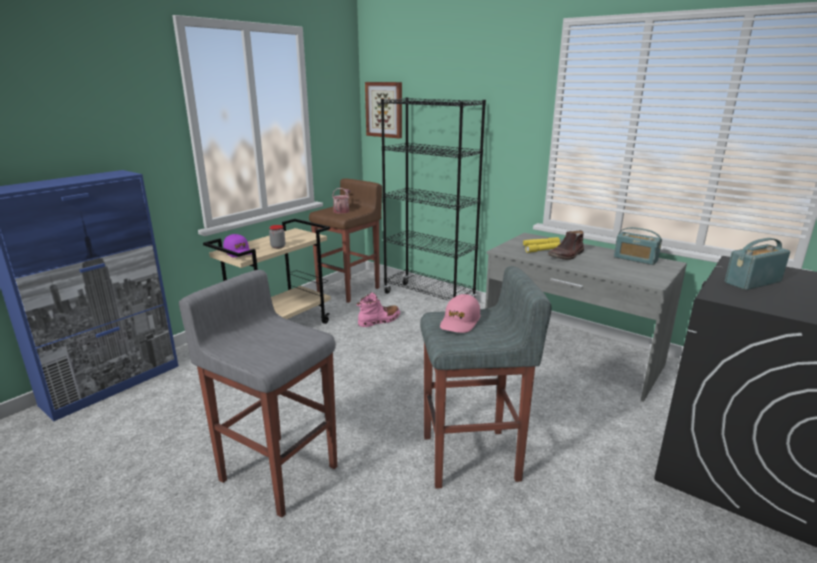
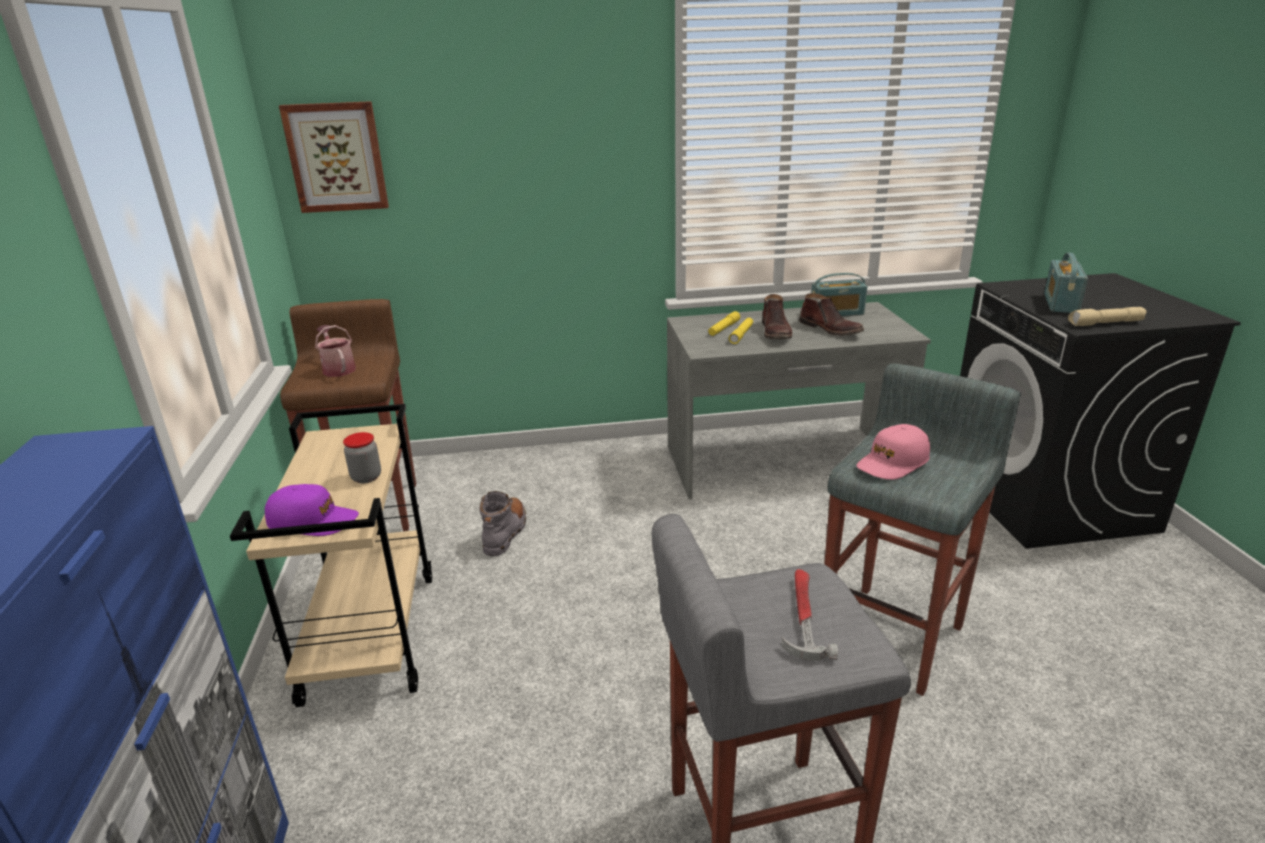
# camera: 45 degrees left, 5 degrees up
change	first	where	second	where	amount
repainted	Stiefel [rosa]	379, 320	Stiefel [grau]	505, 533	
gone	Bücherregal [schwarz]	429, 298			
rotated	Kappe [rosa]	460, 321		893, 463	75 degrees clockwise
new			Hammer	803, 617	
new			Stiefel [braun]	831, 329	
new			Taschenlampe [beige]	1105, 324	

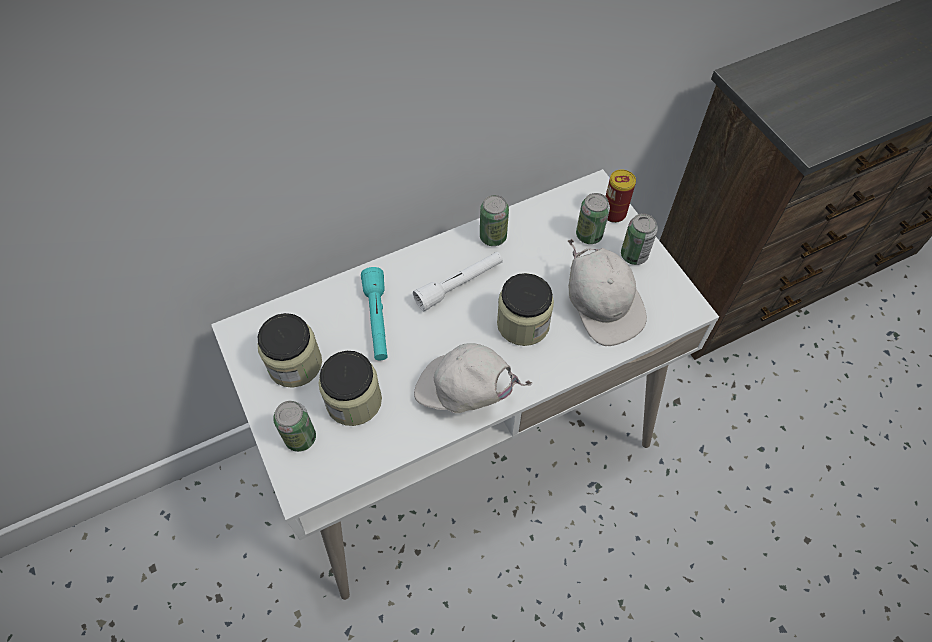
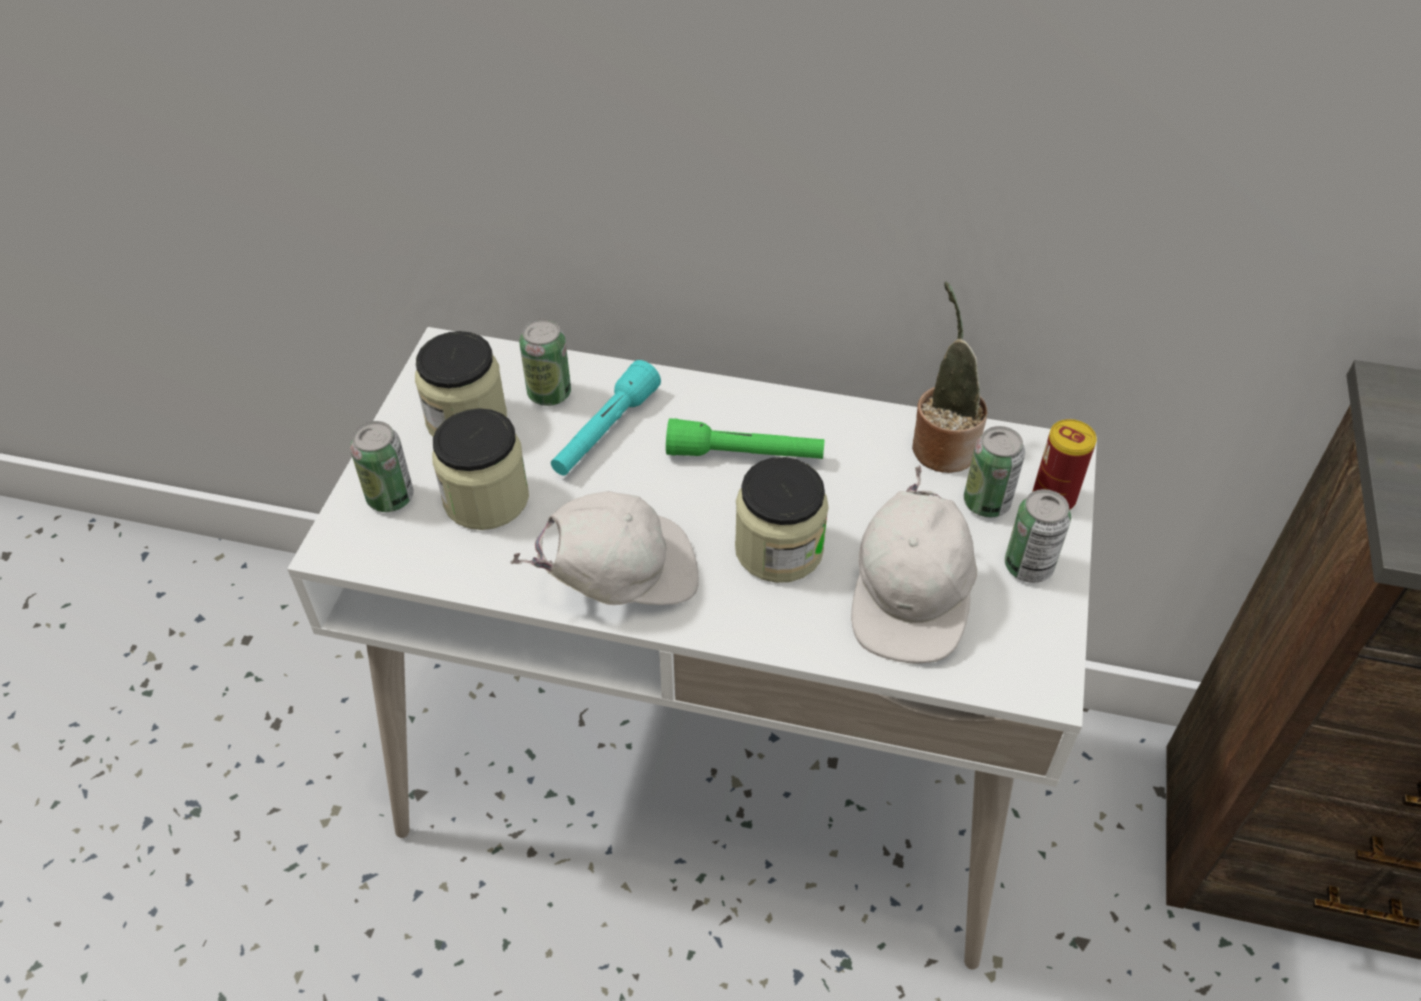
# camera: 40 degrees right, 10 degrees down
change	first	where	second	where	amount
repainted	Taschenlampe [weiß]	459, 285	Taschenlampe [grün]	745, 455	
rotated	Kappe [weiß]	464, 393		619, 577	105 degrees clockwise
shifted	Dose	493, 237		549, 394	
new			Topfpflanze	942, 445	

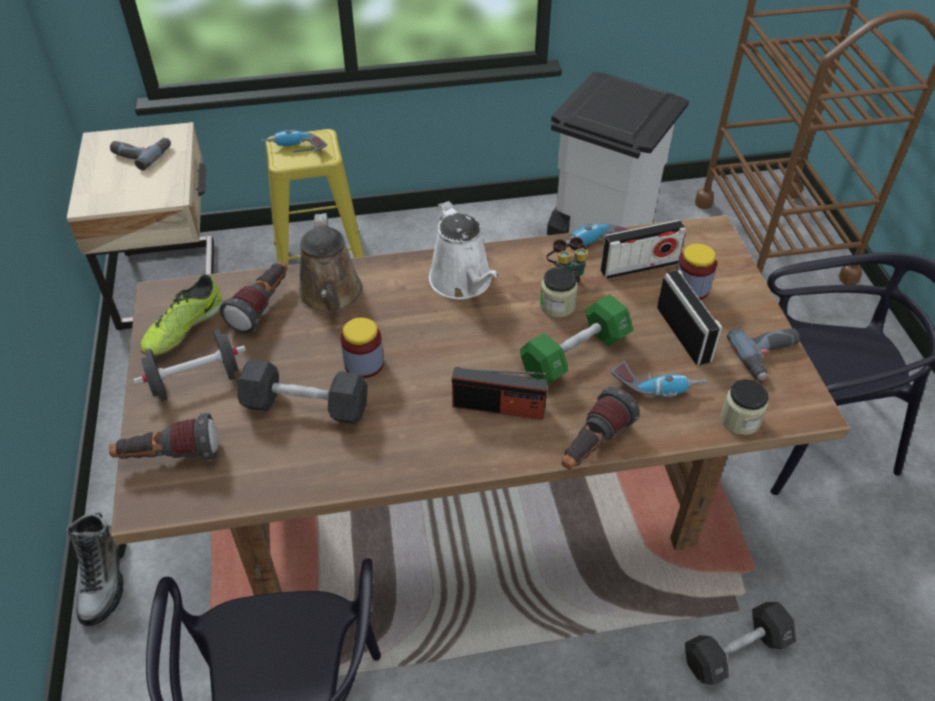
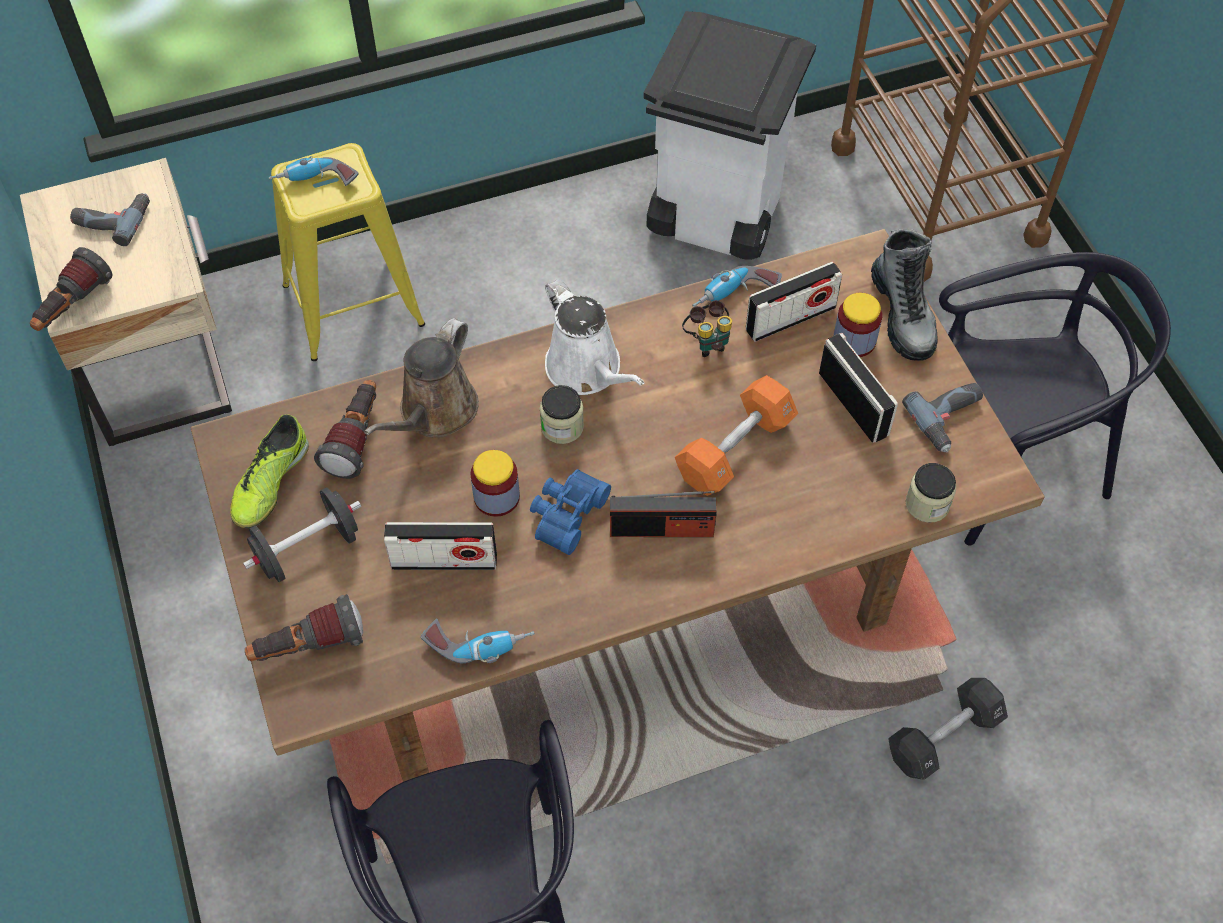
# camera: 10 degrees left, 10 degrees up
change	first	where	second	where	amount
shifted	Stiefel	105, 580		902, 314	
swapped	Hantel [schwarz]	306, 406	Radio	444, 561	
rotated	Gießkanne [braun]	331, 296		434, 412	45 degrees clockwise
repainted	Hantel [grün]	575, 354	Hantel [orange]	735, 449	
shifted	Vorratsglas	557, 305		562, 427	
shifted	Taschenlampe	592, 446		72, 307	
shifted	Bohrmaschine	656, 385		479, 643	
new			Fernglas [blau]	565, 514	

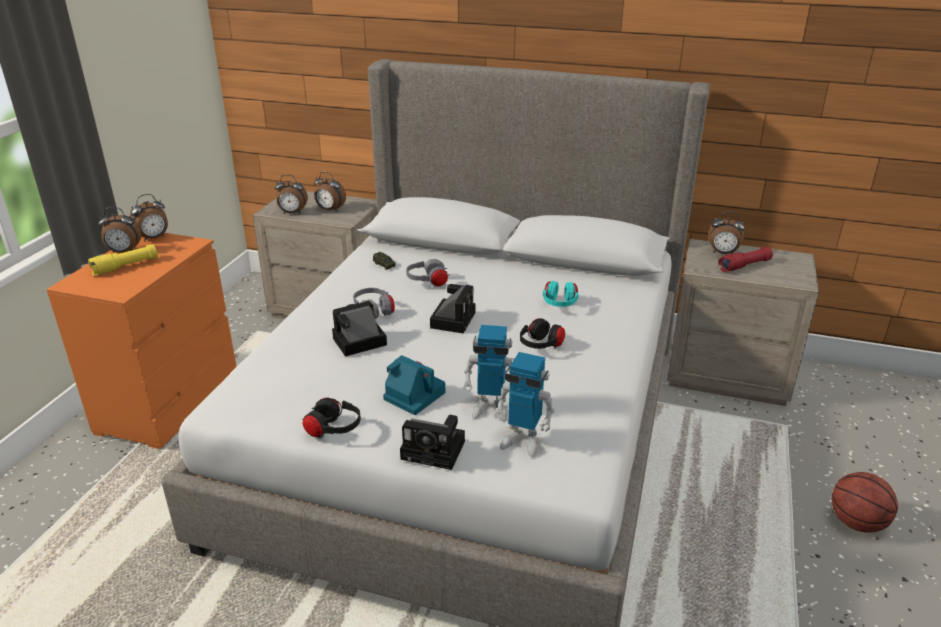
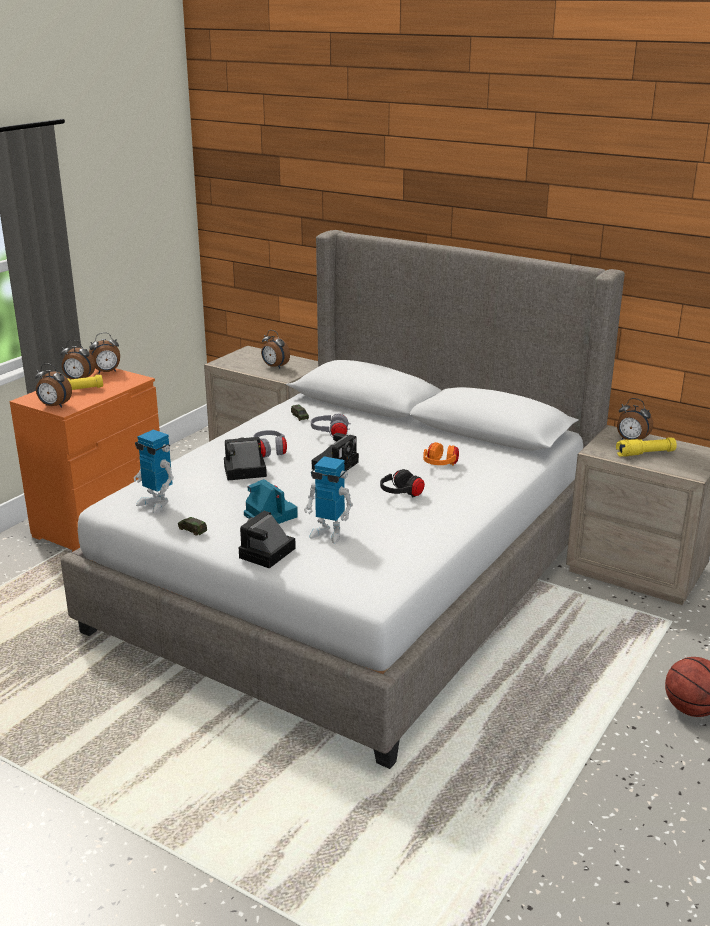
# camera: 15 degrees right, 5 degrees down
change	first	where	second	where	amount
shifted	Wecker	292, 213		54, 406	
swapped	Kopfhörer [schwarz]	333, 430	Spielzeugauto	192, 530	
rotated	Kamera	436, 450		266, 554	90 degrees clockwise
shifted	Spielzeugroboter	522, 441		156, 503	
repainted	Kopfhörer [türkis]	559, 305	Kopfhörer [orange]	440, 466	
repainted	Taschenlampe [rot]	744, 266	Taschenlampe [gelb]	645, 453	

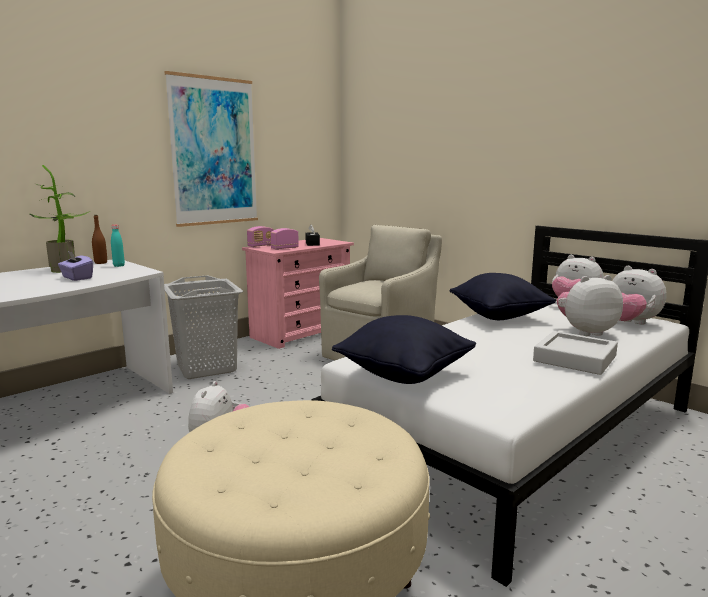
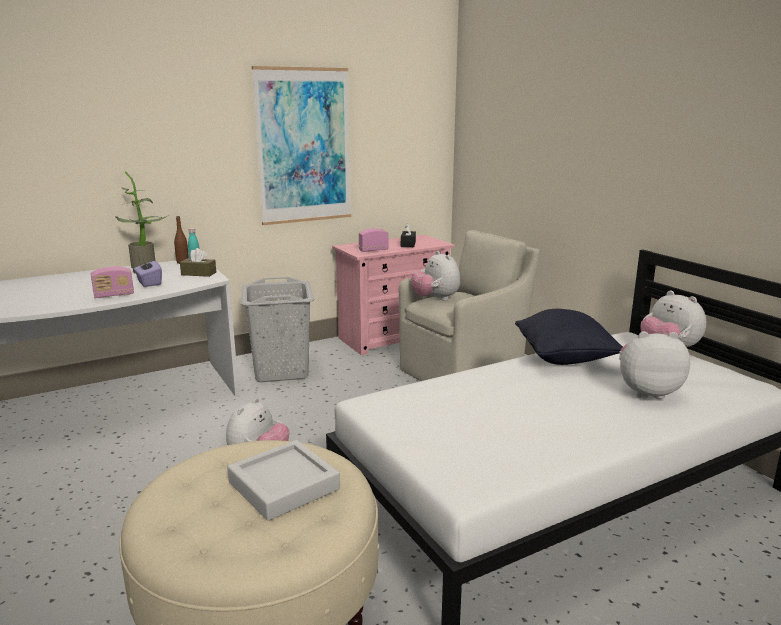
# camera: 15 degrees right, 5 degrees up
change	first	where	second	where	amount
shifted	Radio	261, 246		114, 295	
gone	Kissen [schwarz]	404, 375			
shifted	Tablett [grau]	574, 358		284, 486	
shifted	Plüschtier	630, 323		435, 299	
new			Taschentuchbox [braun]	198, 273	

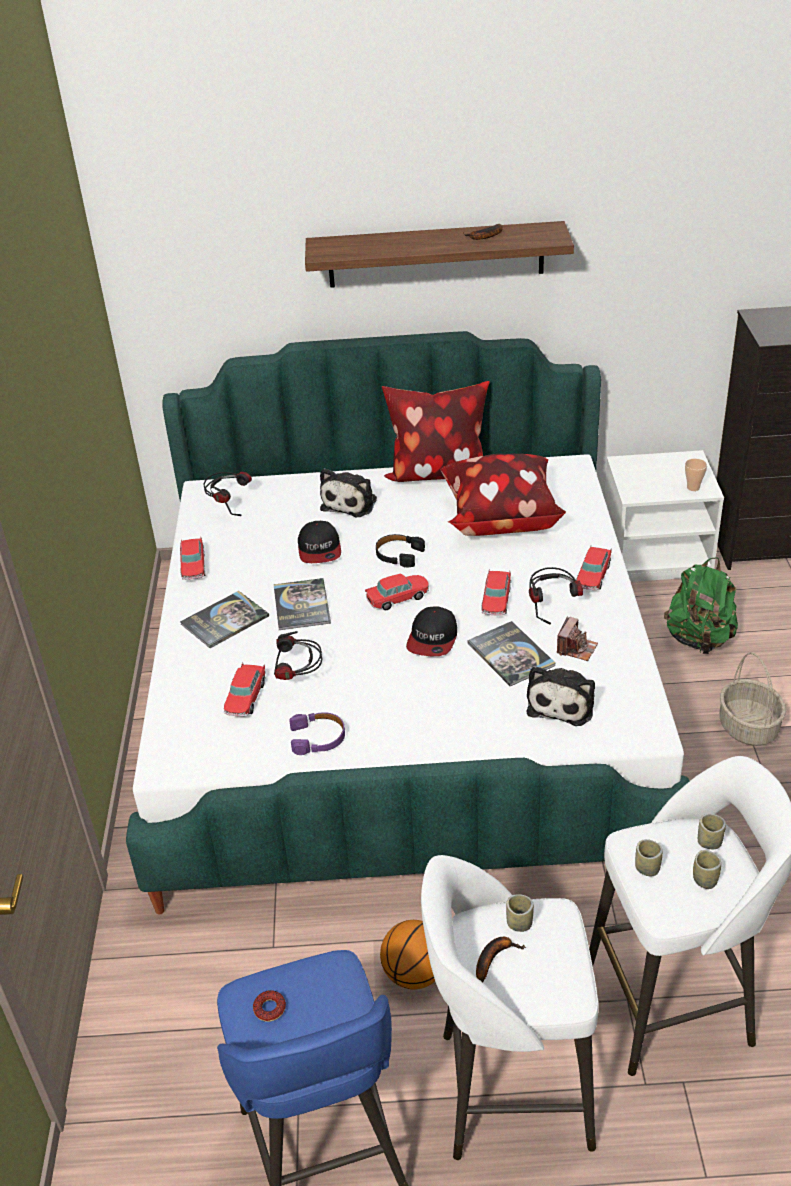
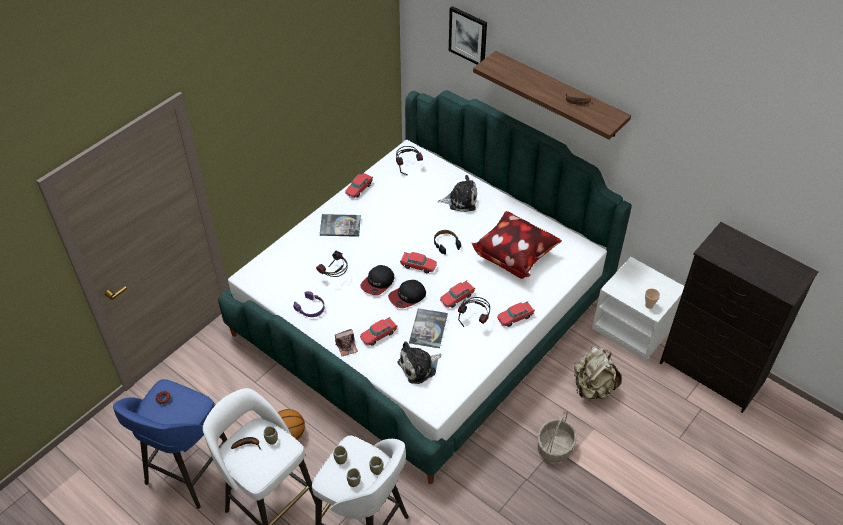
# camera: 40 degrees right, 10 degrees up
change	first	where	second	where	amount
shifted	Spielzeugauto	246, 698		378, 335	
gone	Buch	301, 605			
shifted	Kappe	320, 549		378, 283	
rotated	Plüschtier	351, 502		460, 200	150 degrees counterclockwise
gone	Kissen	437, 473			
shifted	Kamera	576, 648		347, 347	
repainted	Rucksack [grün]	699, 639	Rucksack [beige]	592, 388	
new			Bild	468, 36	

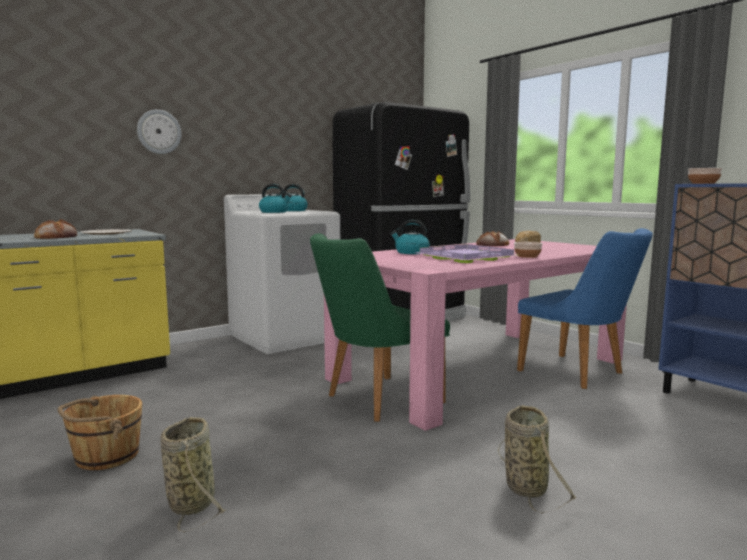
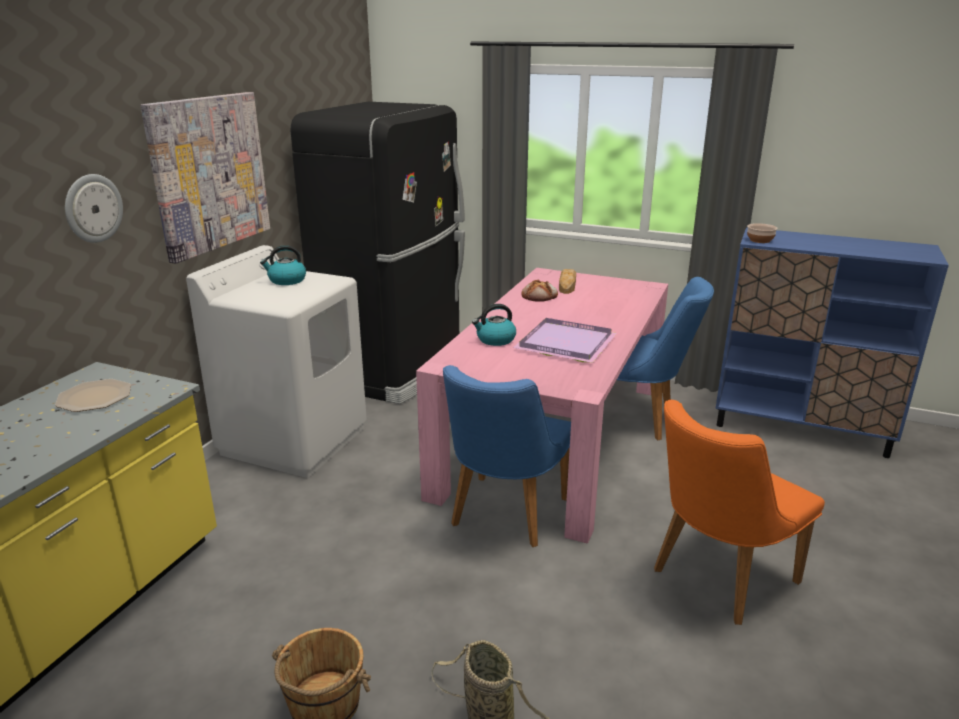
# camera: 30 degrees left, 15 degrees up
change	first	where	second	where	amount
gone	Brot	56, 237			
gone	Wasserkessel	274, 212			
repainted	Stuhl [grün]	375, 400	Stuhl [blau]	503, 517	
swapped	Korb	524, 485	Stuhl [orange]	715, 579	
gone	Schüssel	527, 256			
new			Bild	209, 173	

